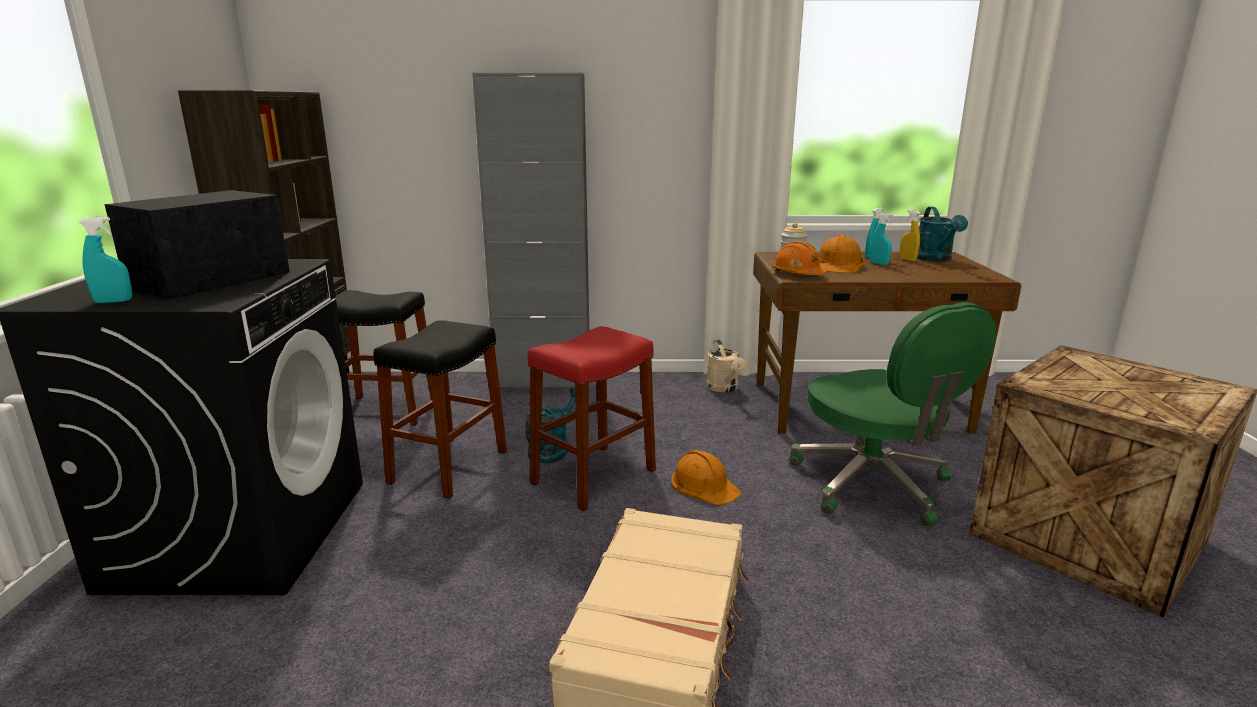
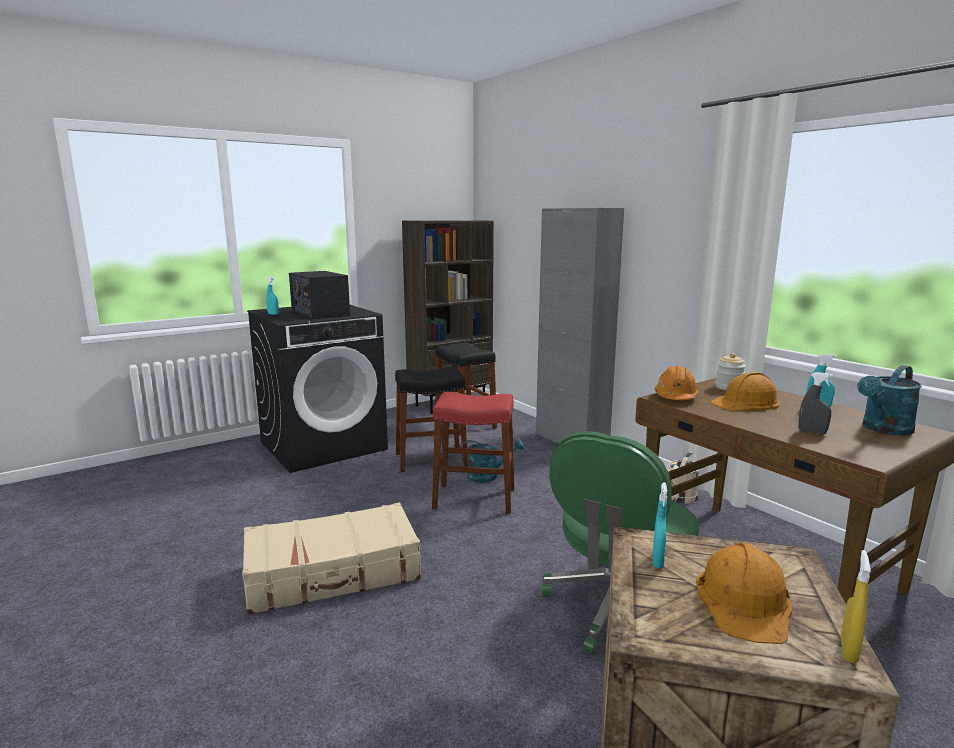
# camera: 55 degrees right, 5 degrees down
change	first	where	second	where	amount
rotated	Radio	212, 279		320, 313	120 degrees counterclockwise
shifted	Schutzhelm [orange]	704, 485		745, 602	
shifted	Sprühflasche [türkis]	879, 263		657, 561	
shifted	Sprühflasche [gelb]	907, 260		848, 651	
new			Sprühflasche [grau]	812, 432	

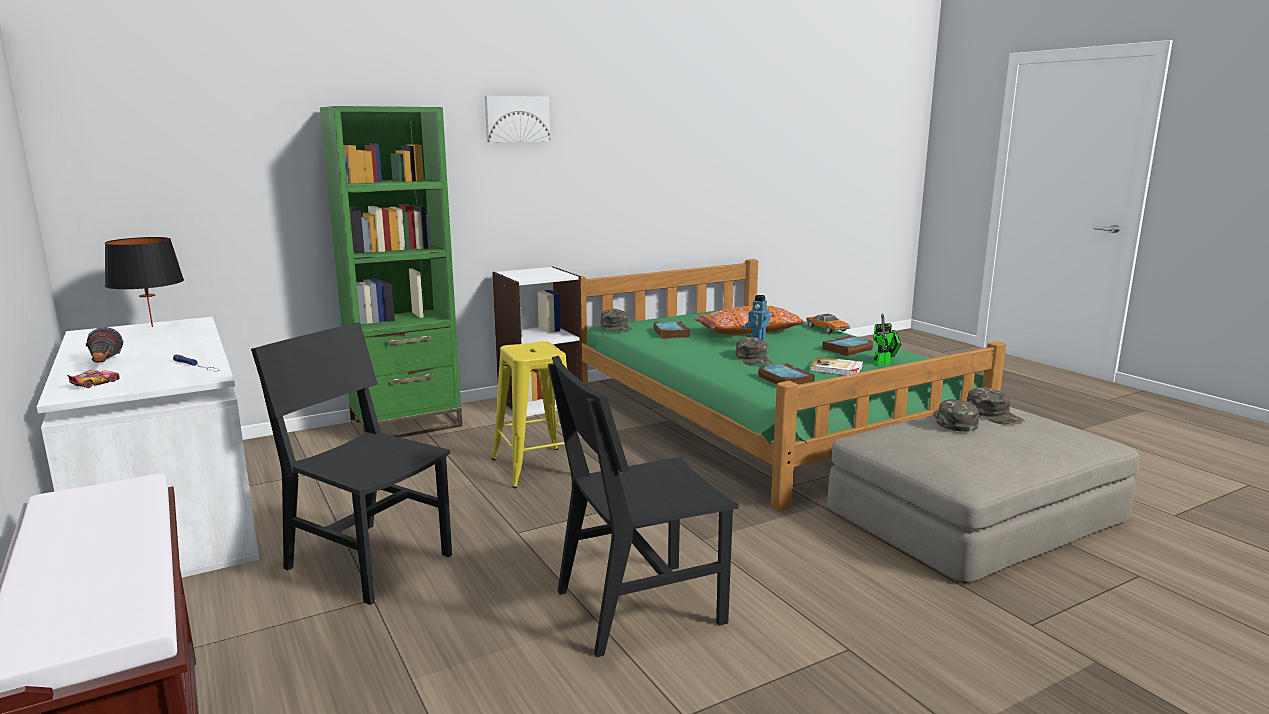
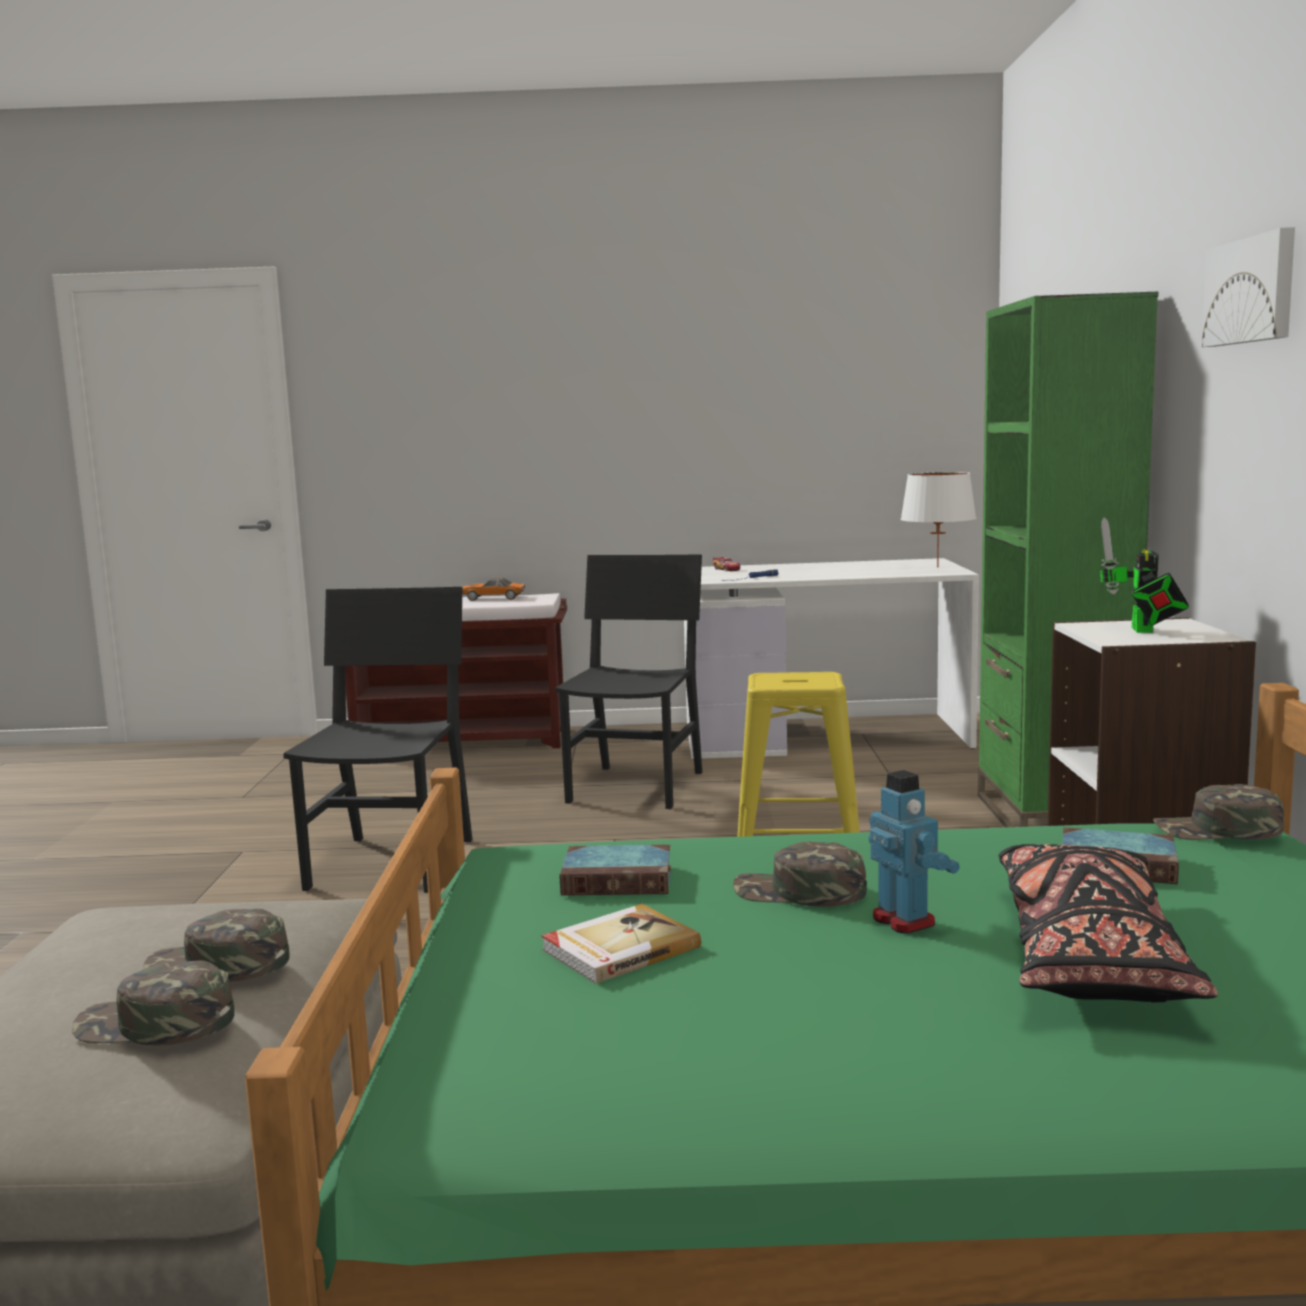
# camera: 120 degrees right, 5 degrees down
change	first	where	second	where	amount
gone	Taschenlampe	104, 365			
repainted	Tischlampe [schwarz]	152, 326	Tischlampe [weiß]	938, 567	
rotated	Stuhl [schwarz]	369, 561		636, 787	45 degrees counterclockwise
repainted	Kissen [orange]	748, 332	Kissen [schwarz]	1089, 953	
shifted	Spielzeugauto	827, 329		493, 598	
gone	Buch	847, 349			
shifted	Spielzeugroboter	884, 363		1143, 630	
rotated	Kappe [grün]	953, 421		217, 965	150 degrees clockwise

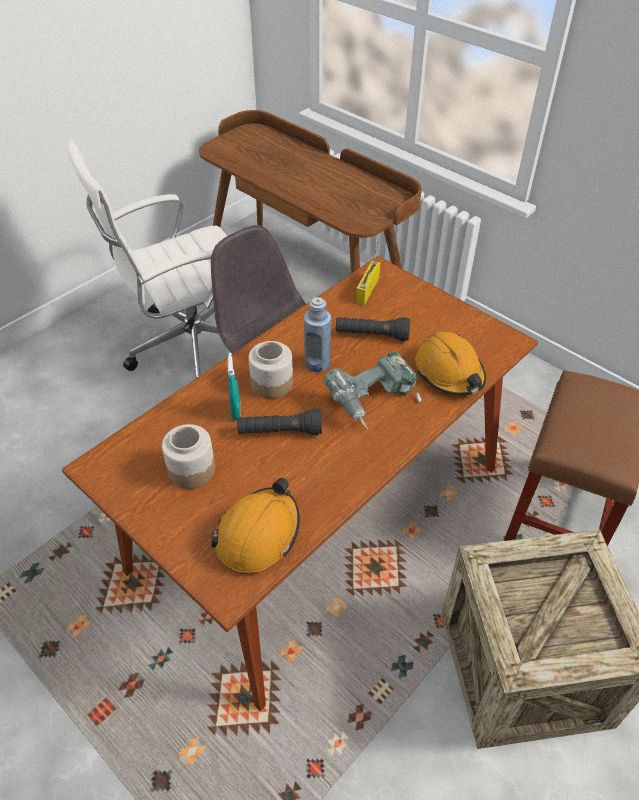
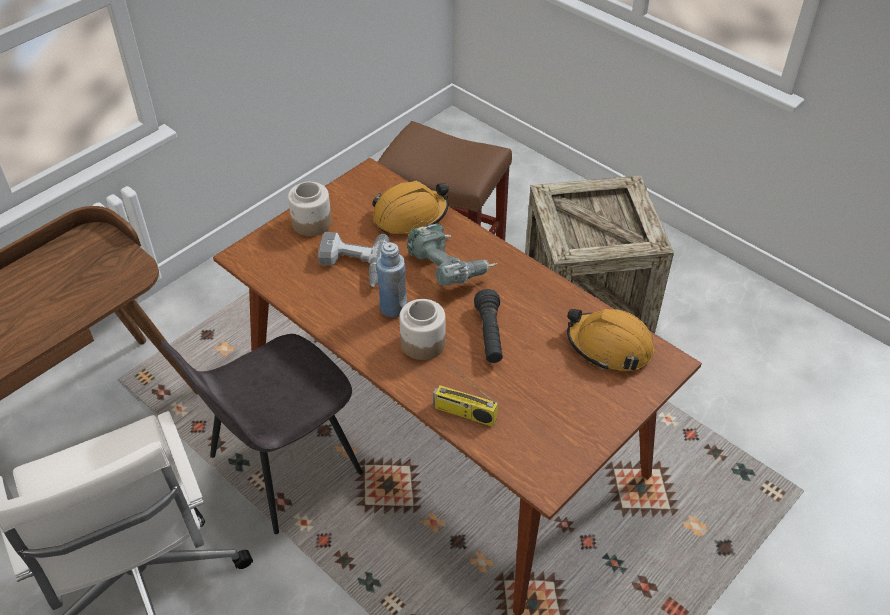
# camera: 90 degrees left, 0 degrees up
change	first	where	second	where	amount
shifted	Vorratsglas	191, 470		311, 223	
gone	Sprühflasche [türkis]	236, 411			
swapped	Taschenlampe [schwarz]	371, 335	Bohrmaschine	353, 266	
shifted	Radio	367, 289		464, 413	

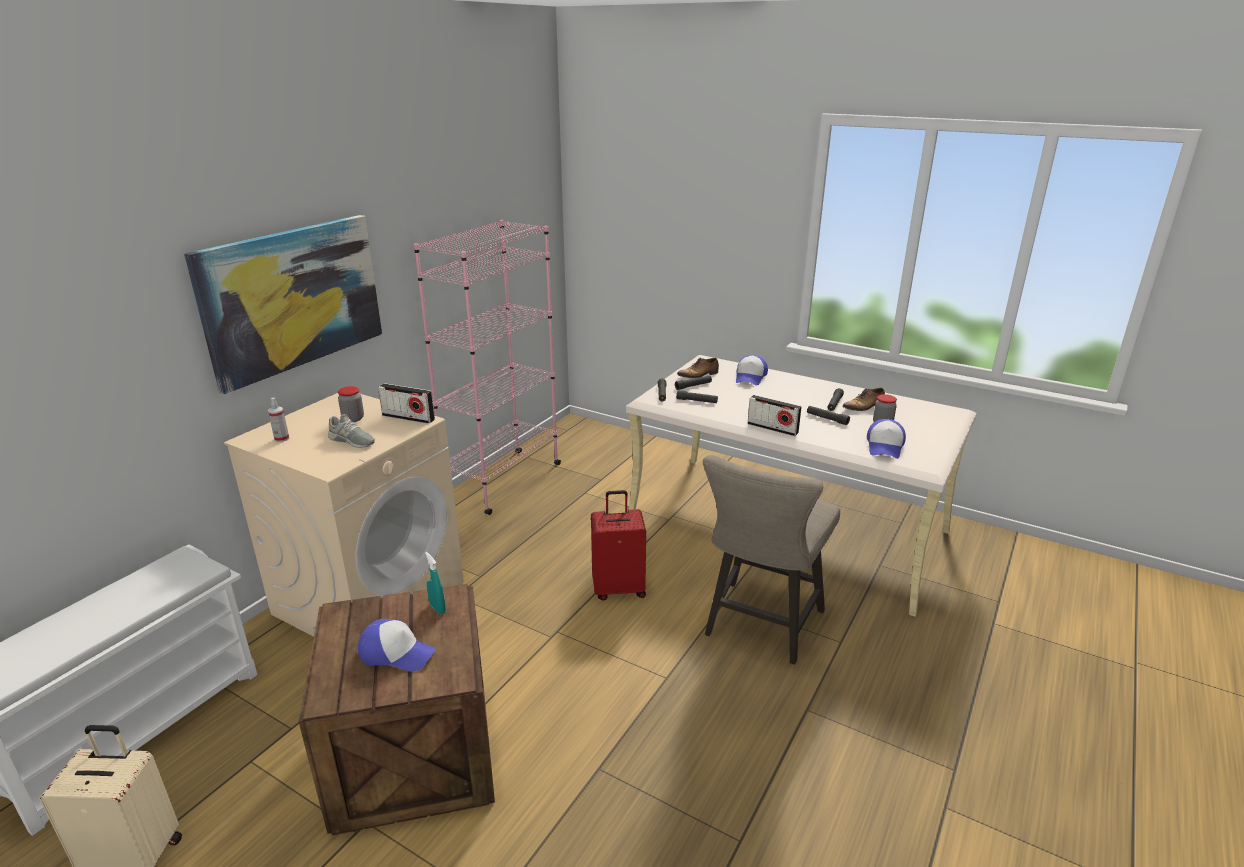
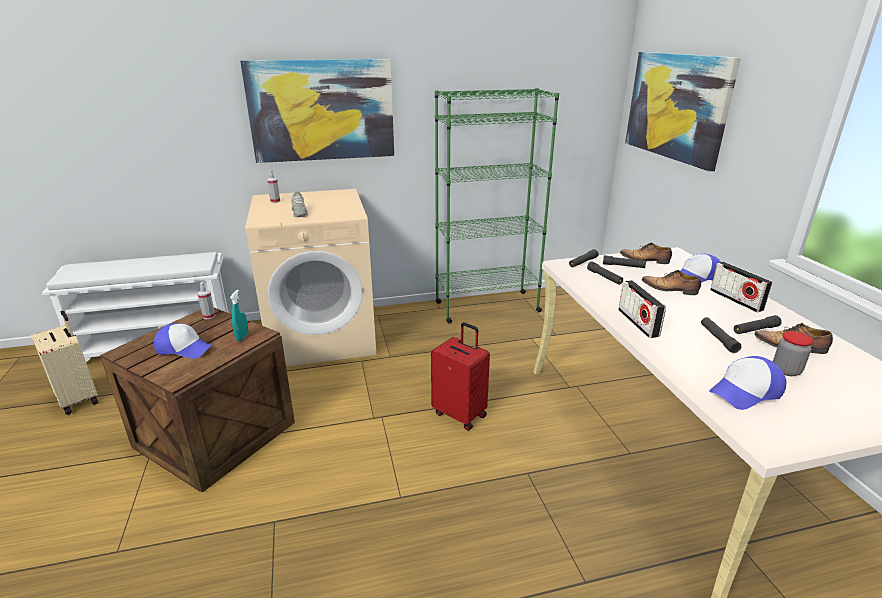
# camera: 45 degrees right, 0 degrees up
change	first	where	second	where	amount
gone	Vorratsglas	353, 419			
rotated	Kappe	396, 653		184, 348	45 degrees counterclockwise
shifted	Radio	408, 417		736, 300	
repainted	Bücherregal [rosa]	503, 481	Bücherregal [grün]	486, 307	
gone	Hocker [beige]	760, 627			
new			Sprühflasche	209, 316	
new			Bild	676, 106	
new			Schuh	670, 289	

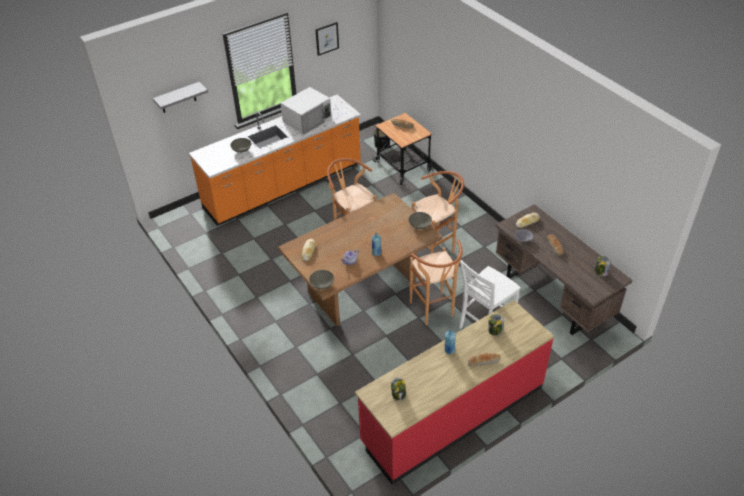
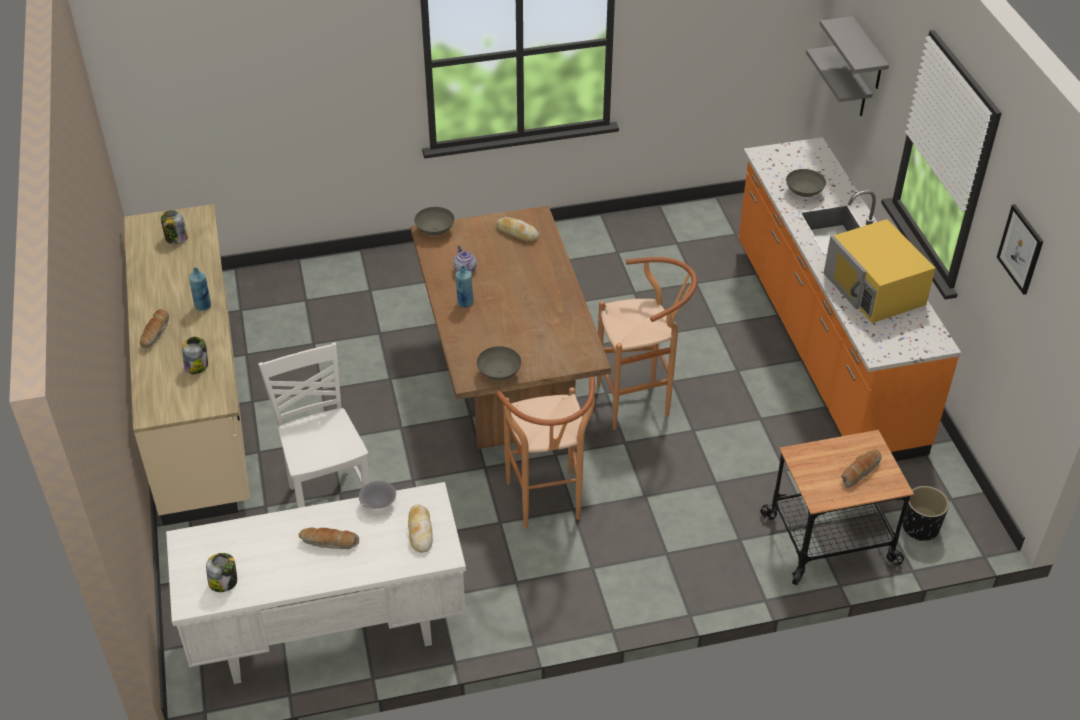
# camera: 110 degrees right, 0 degrees up
change	first	where	second	where	amount
repainted	Mikrowelle [weiß]	307, 119	Mikrowelle [gelb]	874, 289	
repainted	Küchenzeile [rot]	452, 414	Küchenzeile [beige]	200, 405	
gone	Hocker [braun]	434, 312			
repainted	Schreibtisch [braun]	553, 297	Schreibtisch [weiß]	327, 632	
new			Wandregal [grau]	852, 83	

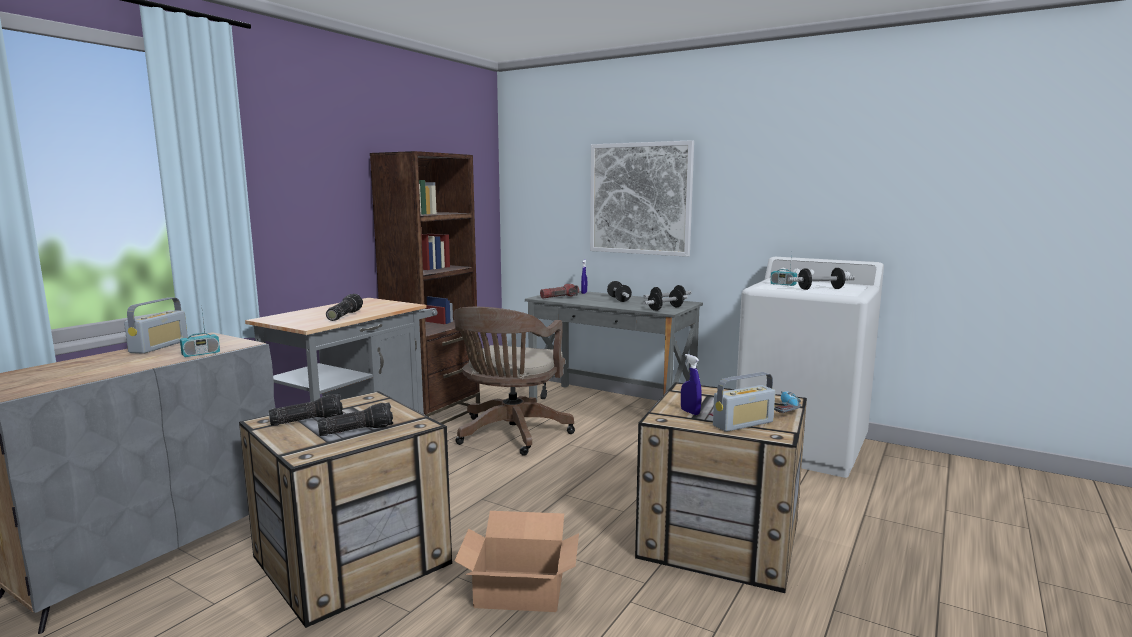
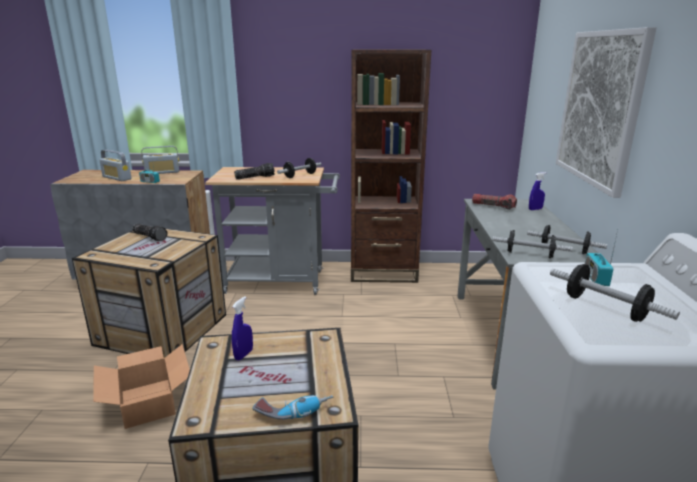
# camera: 60 degrees right, 10 degrees up
change	first	where	second	where	amount
gone	Taschenlampe	357, 430			
gone	Bürostuhl [braun]	510, 435			
shifted	Hantel	618, 299		300, 175	
shifted	Radio	743, 424		117, 178	

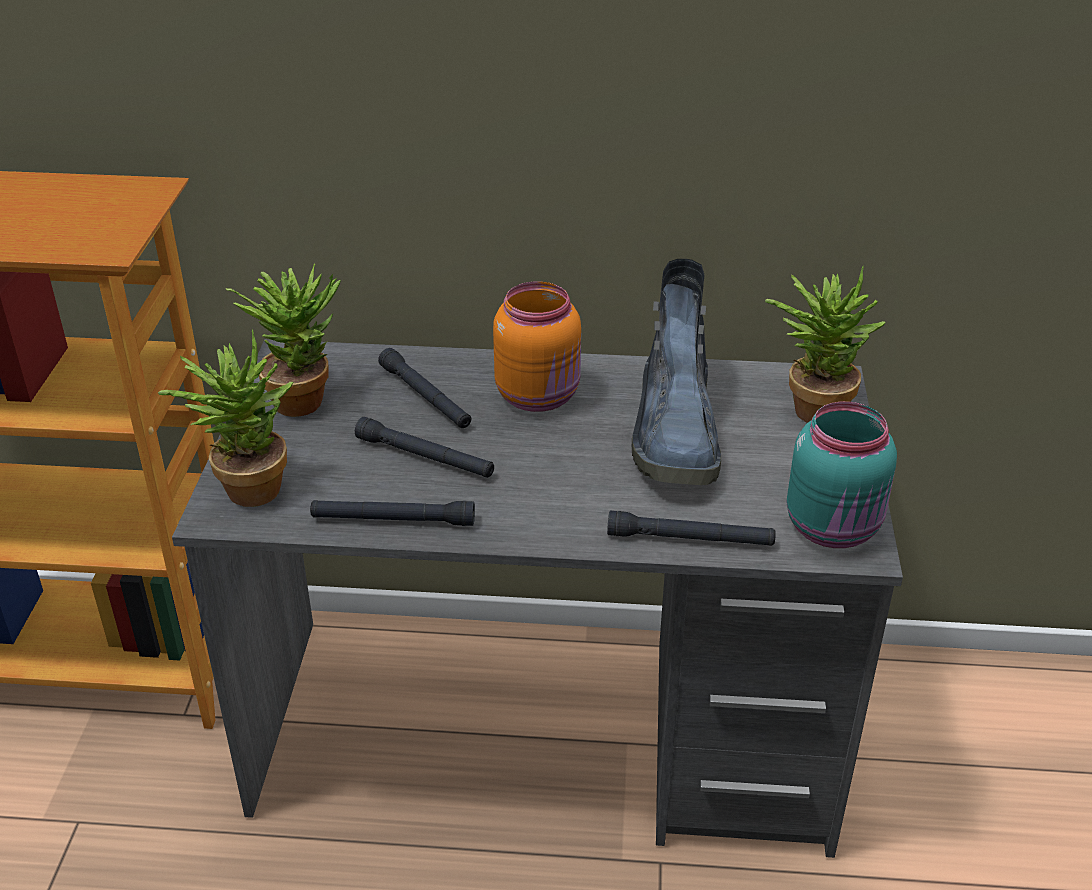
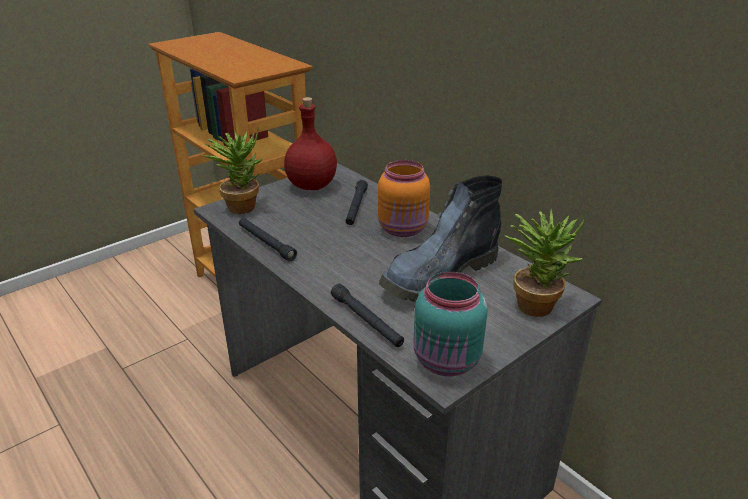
# camera: 45 degrees right, 5 degrees down
change	first	where	second	where	amount
swapped	Topfpflanze	303, 397	Flasche [rot]	312, 186	
gone	Taschenlampe [schwarz]	425, 457			

